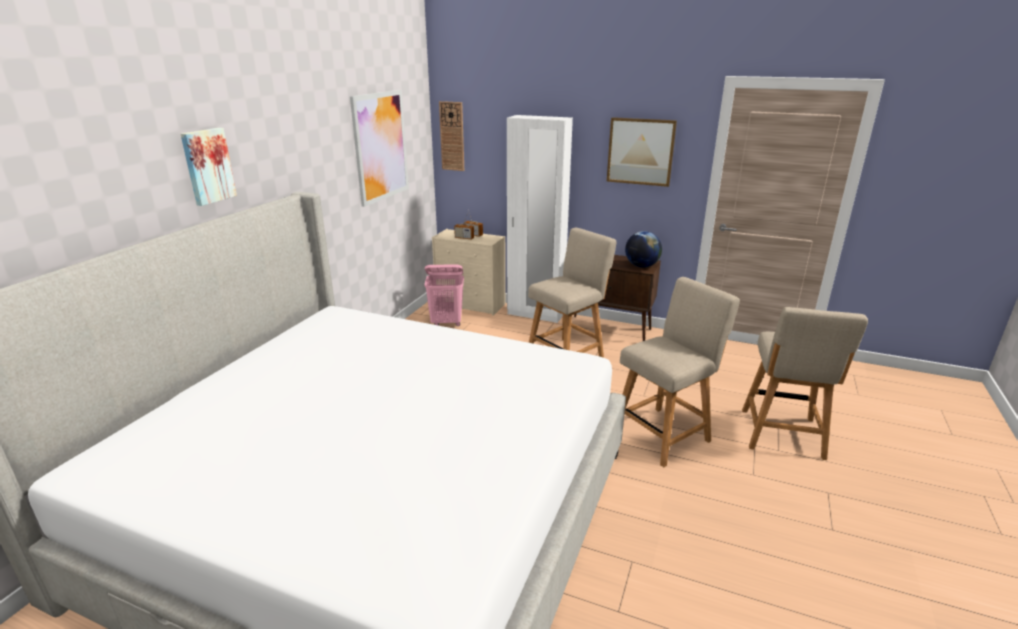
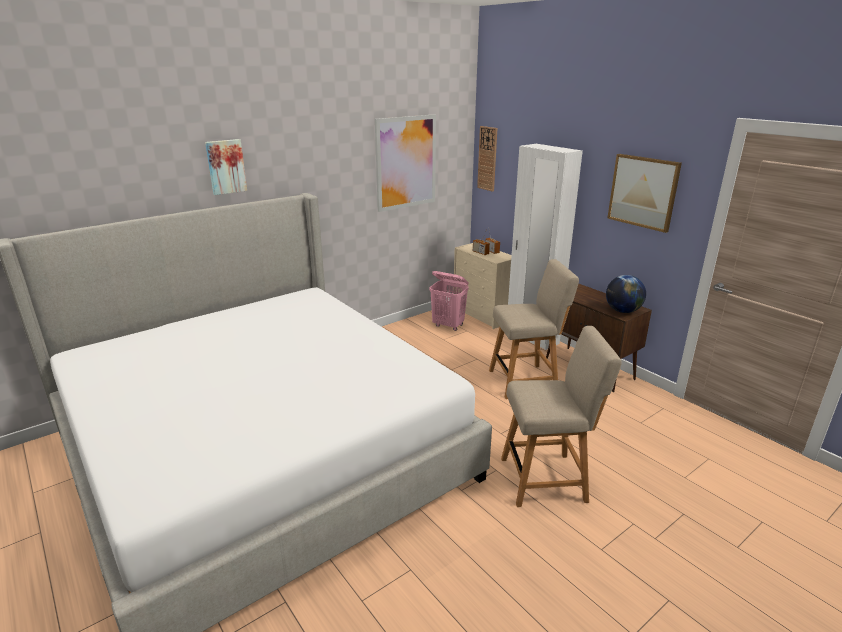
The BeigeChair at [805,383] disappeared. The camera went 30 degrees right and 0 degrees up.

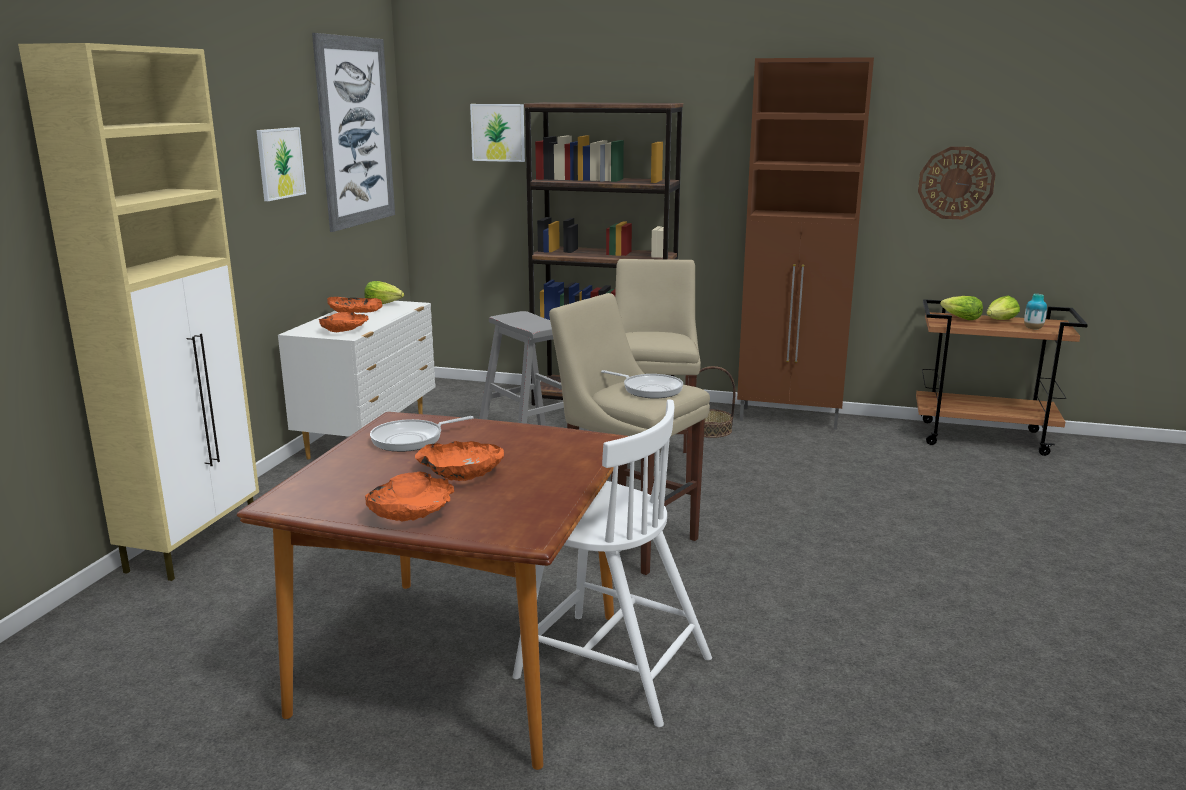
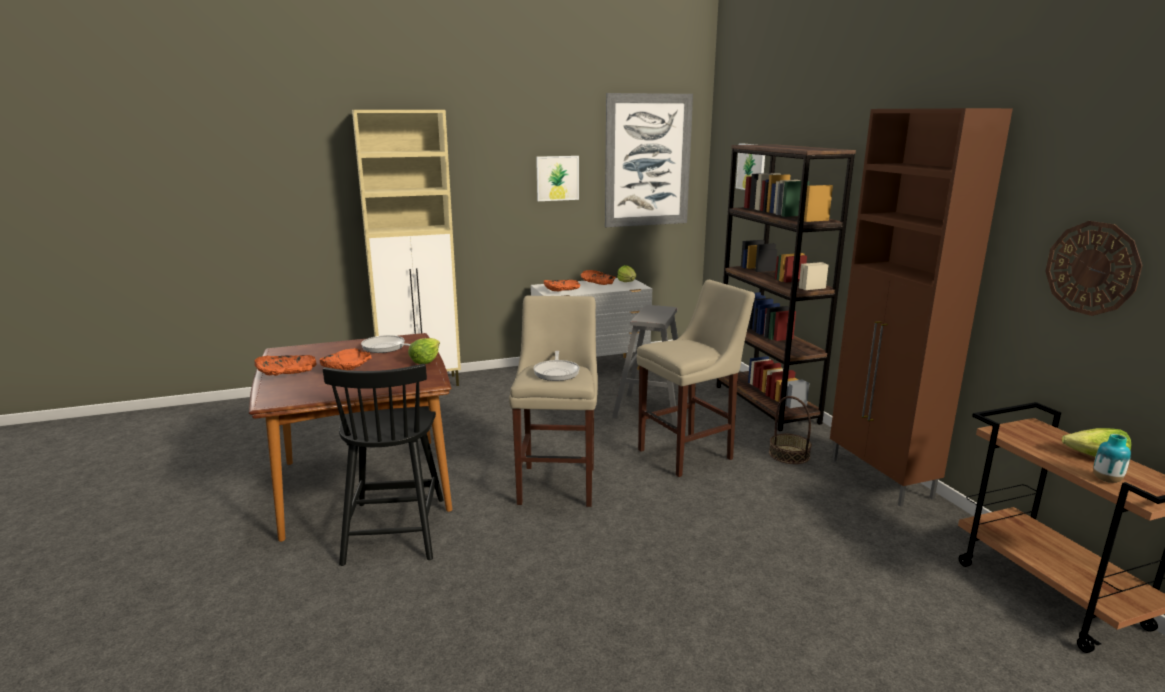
The Lettuce moved from [961,308] to [424,351]. The WhiteChair at [612,563] became the BlackChair at [383,465]. The camera went 55 degrees right and 0 degrees up.

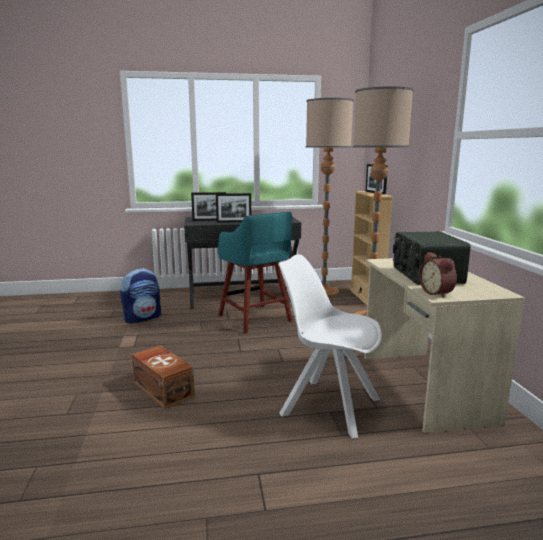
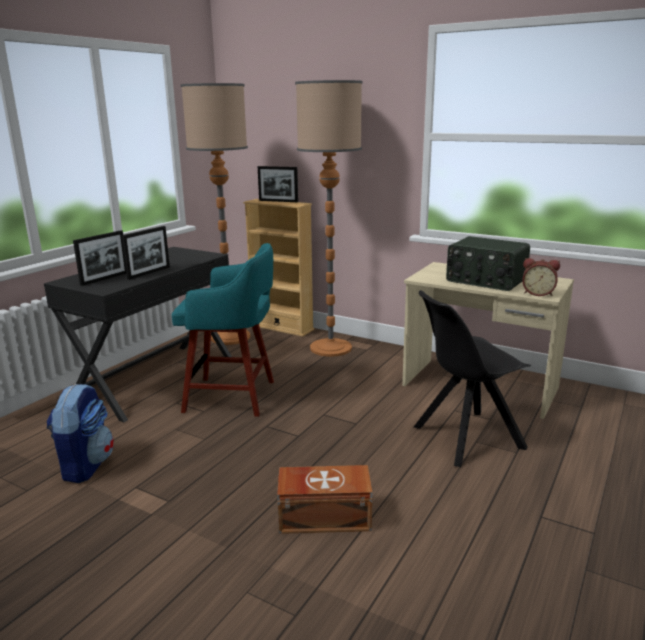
The WhiteChair at [330,346] became the BlackChair at [472,378]. The camera went 50 degrees left and 5 degrees up.

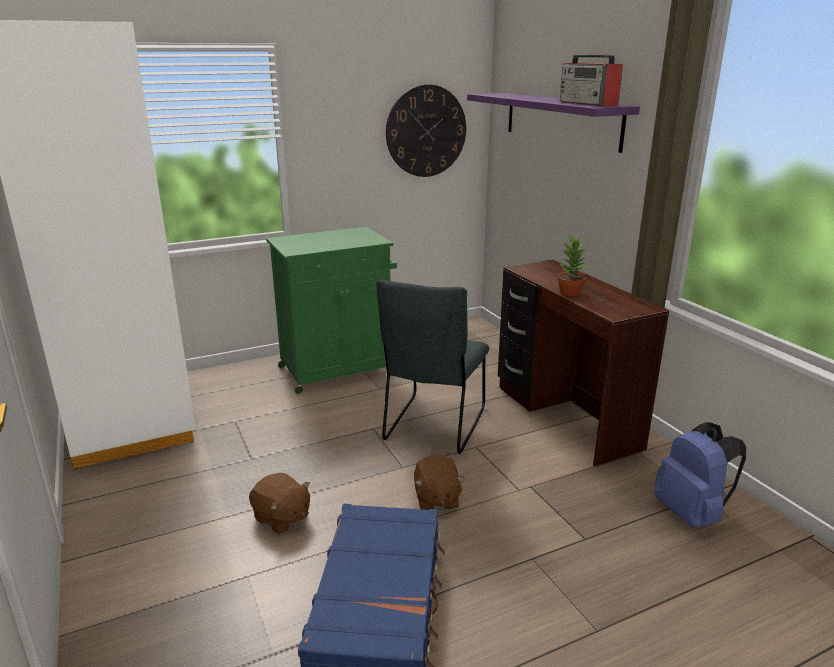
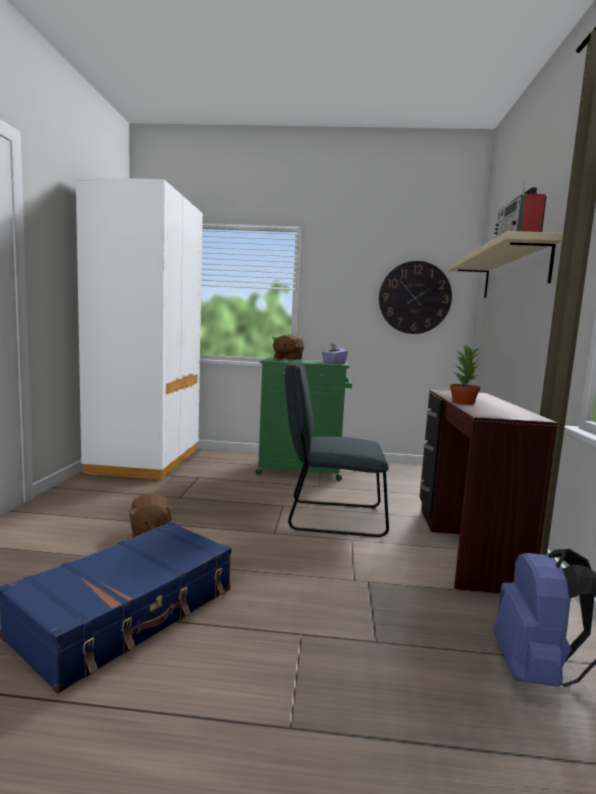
The PurpleTissueBox at [335,353] appeared. The BrownPlushToy moved from [439,482] to [288,347]. The PurpleShelf at [553,123] became the BeigeShelf at [505,264]. The GreyChair at [433,367] turned 45 degrees clockwise. The camera went 30 degrees right and 15 degrees down.

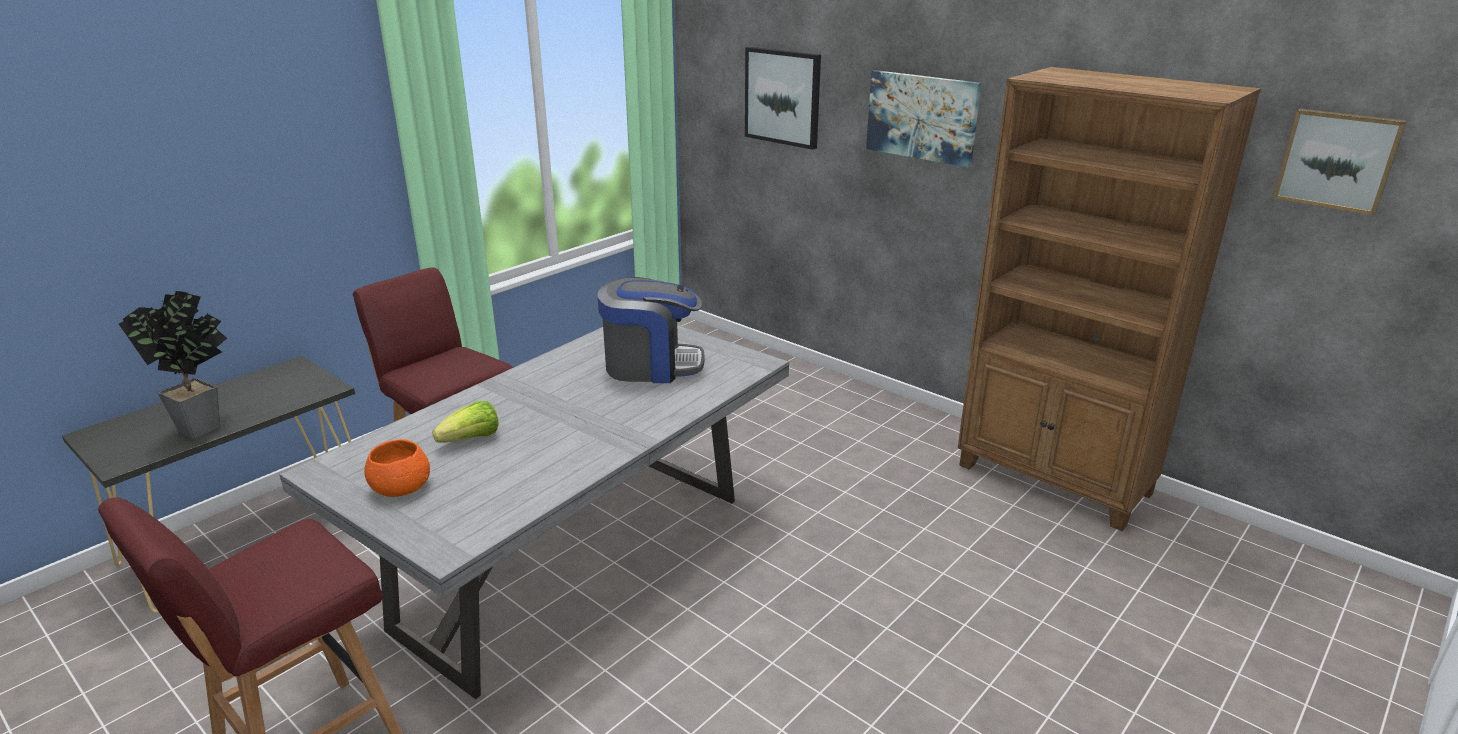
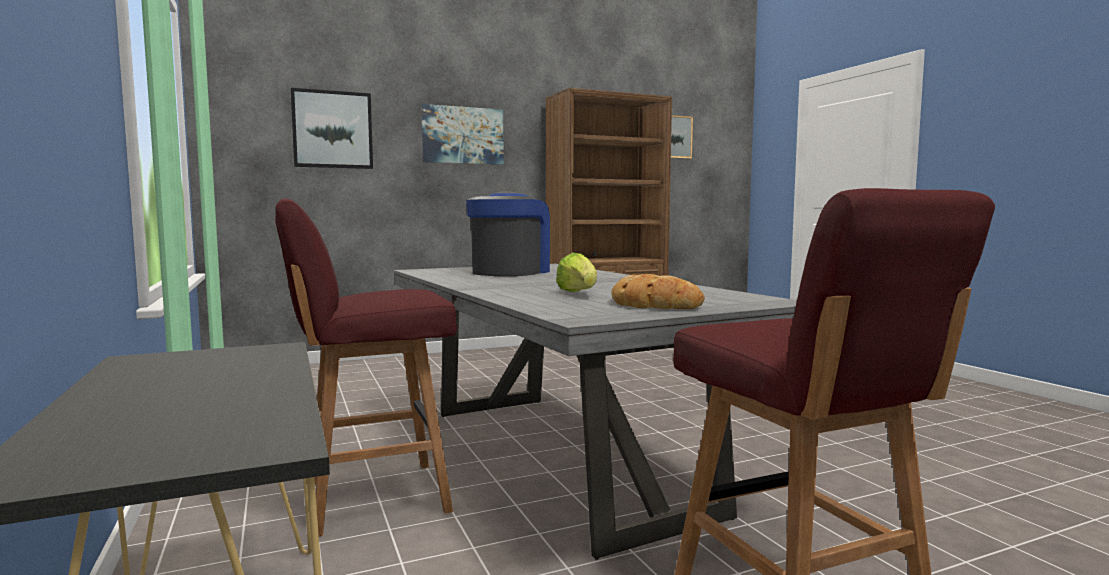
The PottedPlant at [173,365] disappeared. The OrangeBowl at [397,468] was replaced by the Bread at [658,291]. The camera went 65 degrees left and 20 degrees down.

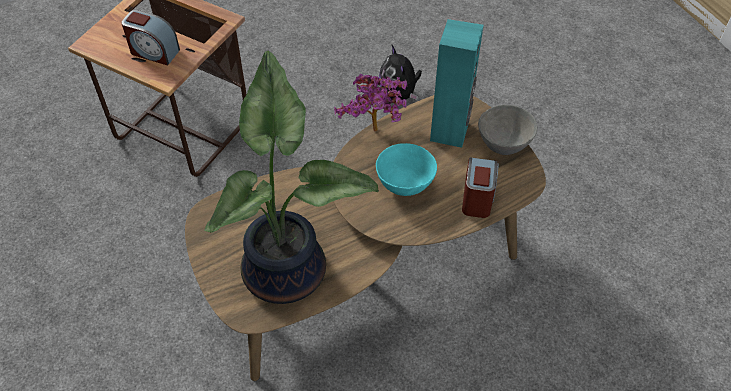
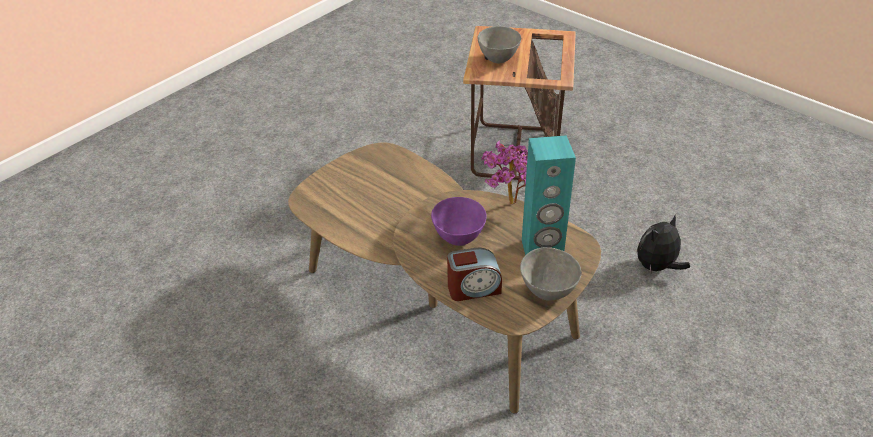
The PottedPlant at [291,177] disappeared. The AlarmClock at [151,38] was replaced by the GreyBowl at [499,45]. The TurquoiseBowl at [406,169] became the PurpleBowl at [459,221]. The camera went 70 degrees right and 10 degrees down.

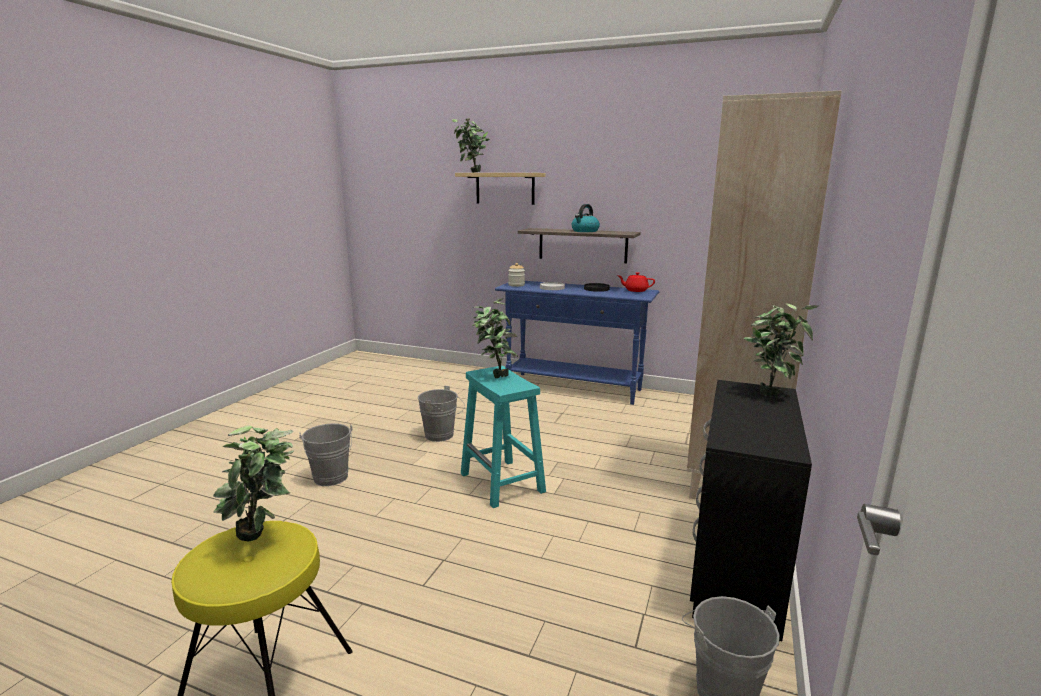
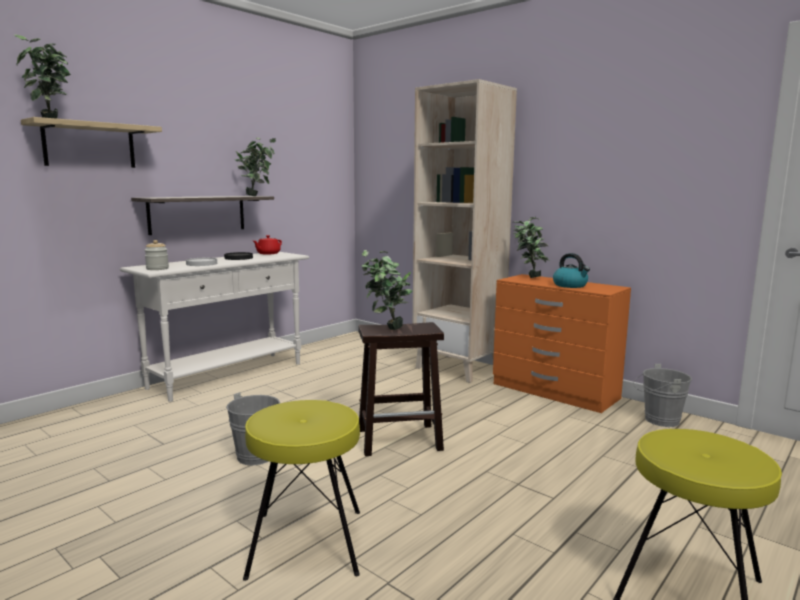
The PottedPlant moved from [253,483] to [255,167]. The Kettle moved from [586,218] to [571,270]. The GreyBucket at [326,454] was replaced by the YellowStool at [301,490]. The TurquoiseStool at [503,437] became the BrownStool at [401,389]. The BlueConsoleTable at [577,343] became the WhiteConsoleTable at [214,327]. The BlackDresser at [751,510] became the OrangeDresser at [562,343]. The camera went 70 degrees left and 5 degrees down.

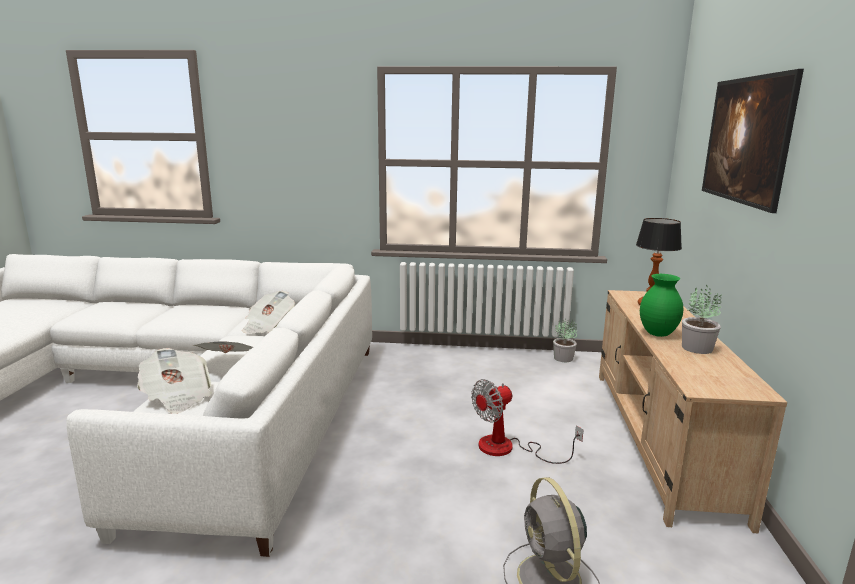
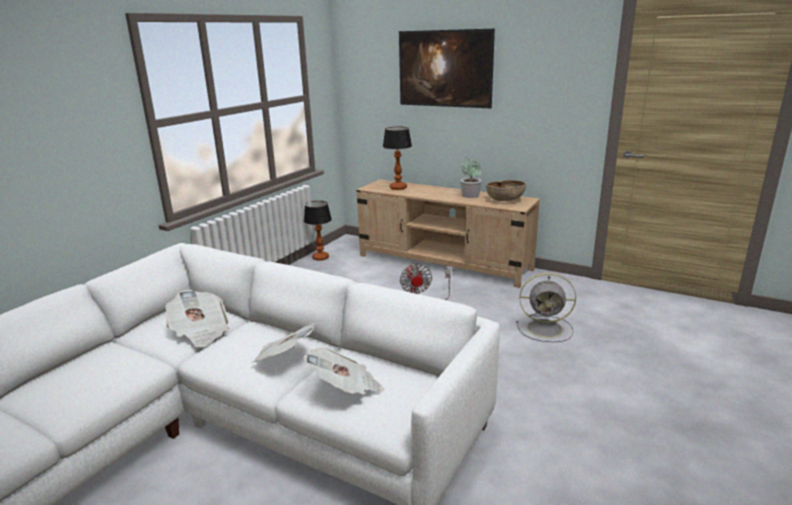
The GreenVase at [661,305] disappeared. The BrownBowl at [506,190] appeared. The PottedPlant at [565,340] was replaced by the TableLamp at [318,231]. The camera went 65 degrees left and 5 degrees up.

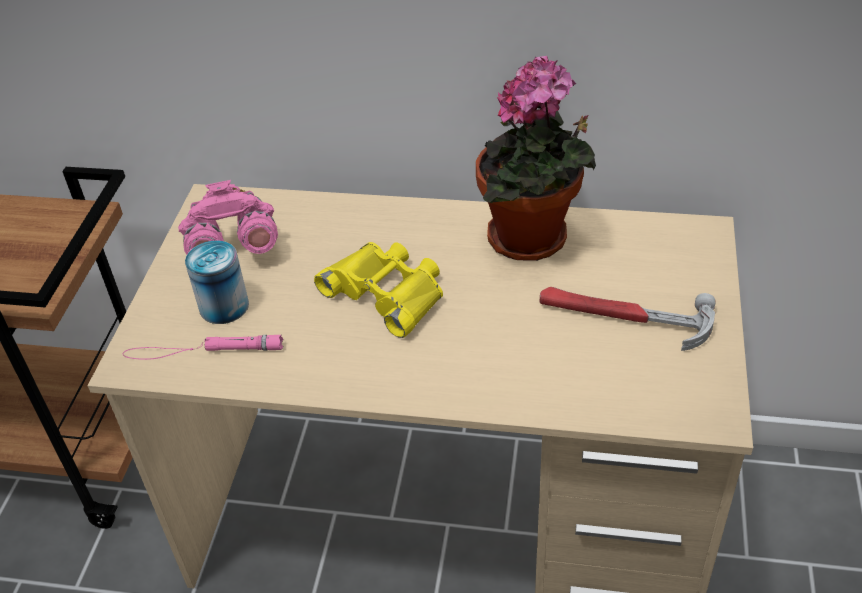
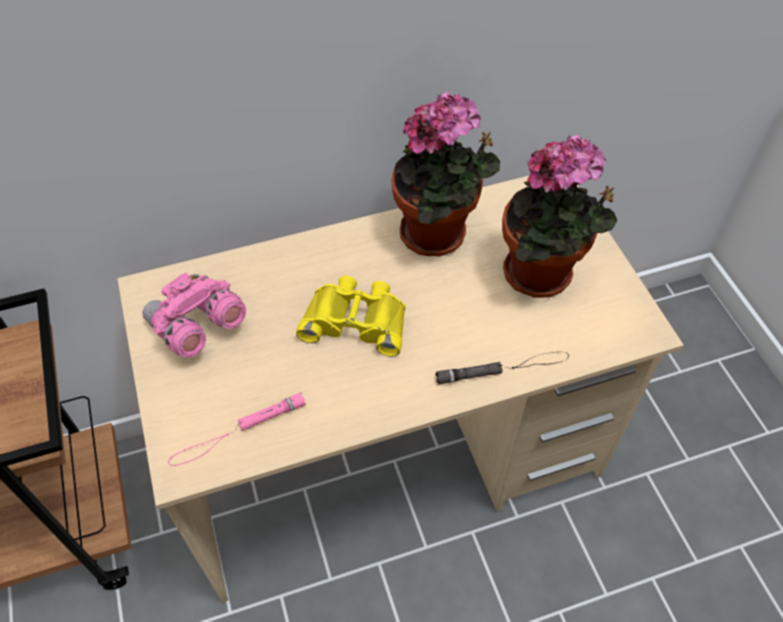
The Can at [217,282] disappeared. The BlackFlashlight at [502,368] appeared. The Hammer at [628,319] was replaced by the PottedPlant at [559,216]. The camera went 30 degrees left and 10 degrees up.

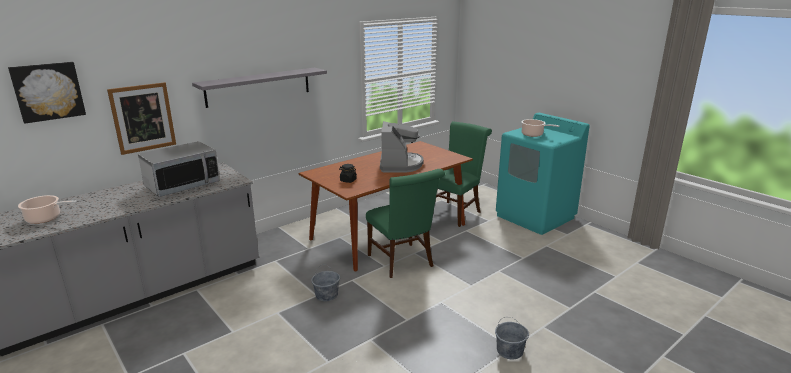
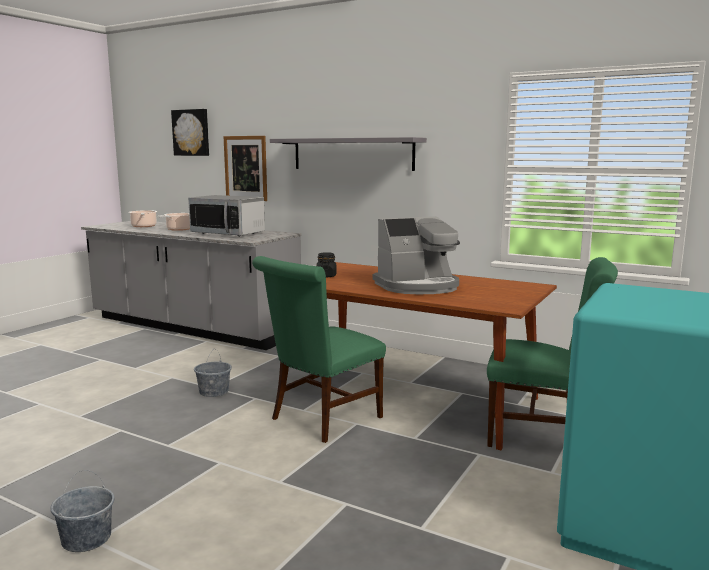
The CookingPot moved from [540,128] to [174,222]. The camera went 70 degrees right and 10 degrees down.

